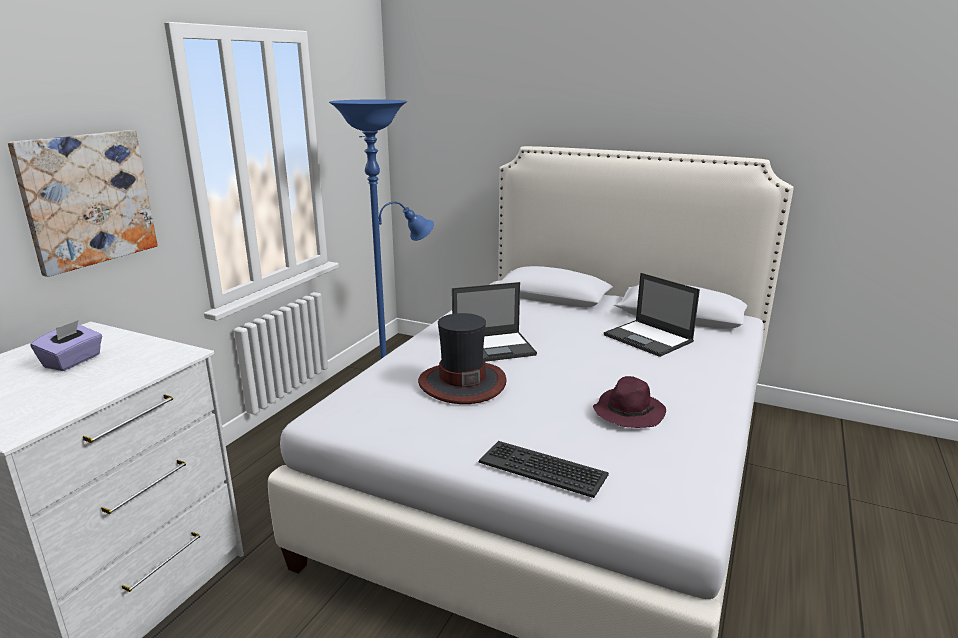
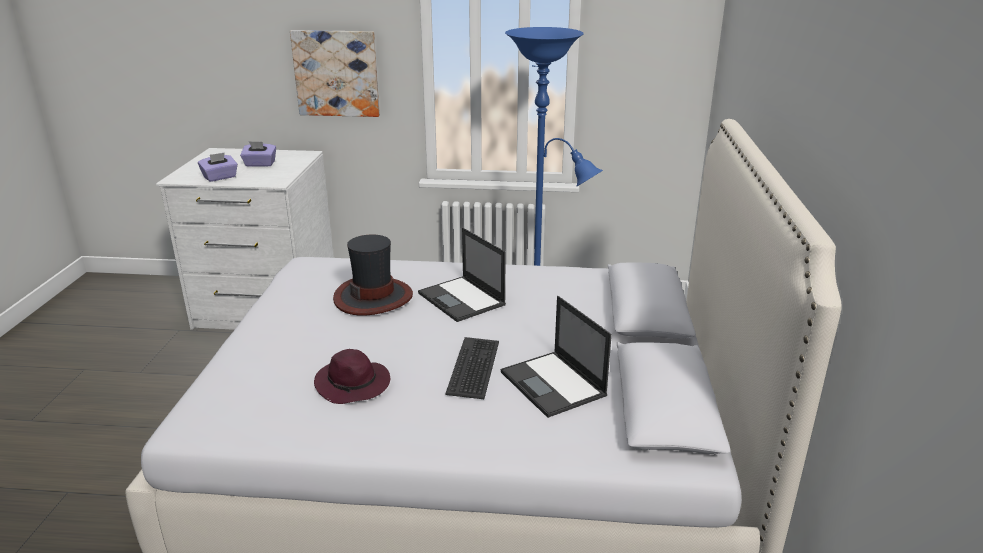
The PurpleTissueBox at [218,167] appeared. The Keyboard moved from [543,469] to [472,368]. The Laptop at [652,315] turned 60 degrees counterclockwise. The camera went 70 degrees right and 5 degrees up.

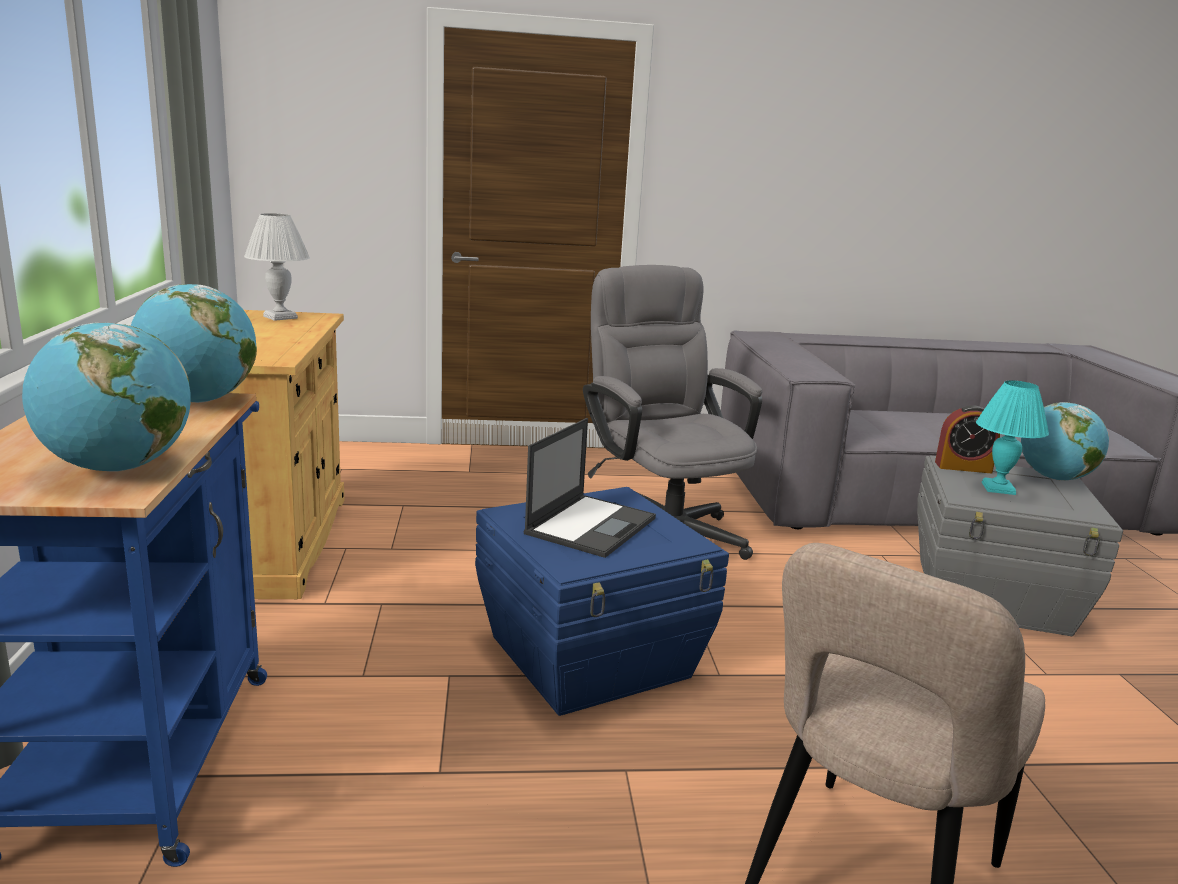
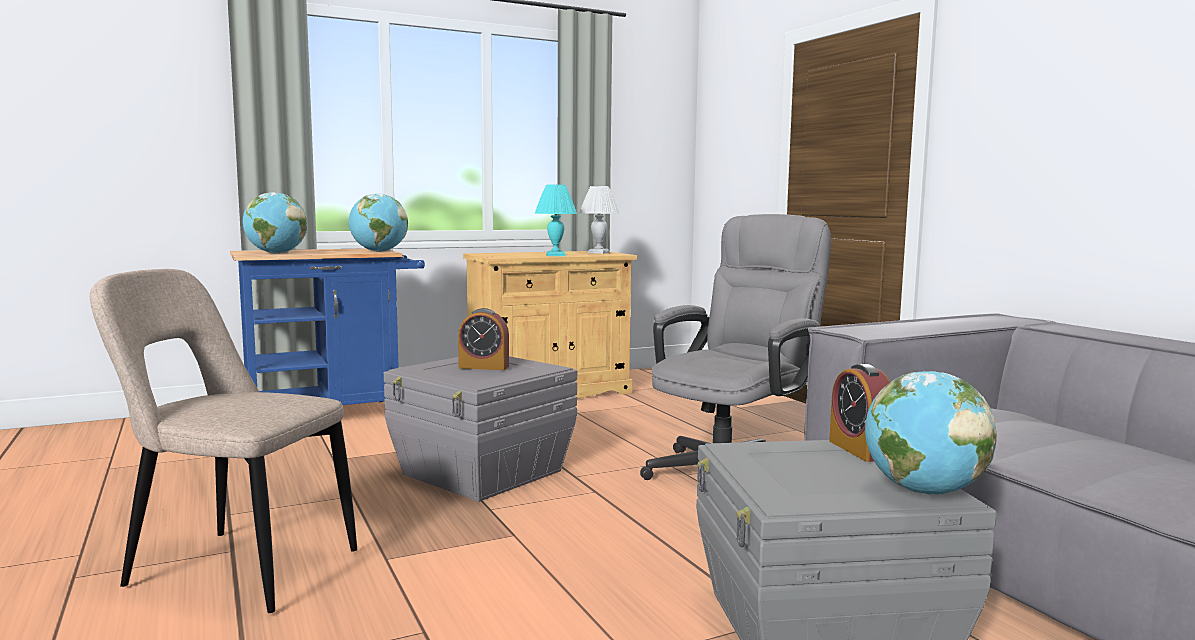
The TurquoiseTableLamp moved from [1012,437] to [556,220]. The Laptop at [590,488] was replaced by the AlarmClock at [483,339]. The BlueStorageBox at [602,601] became the GreyStorageBox at [480,429]. The camera went 70 degrees right and 10 degrees down.

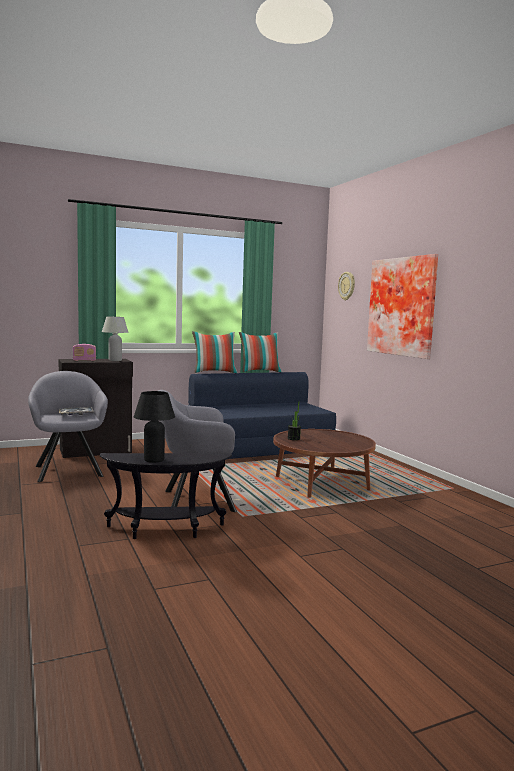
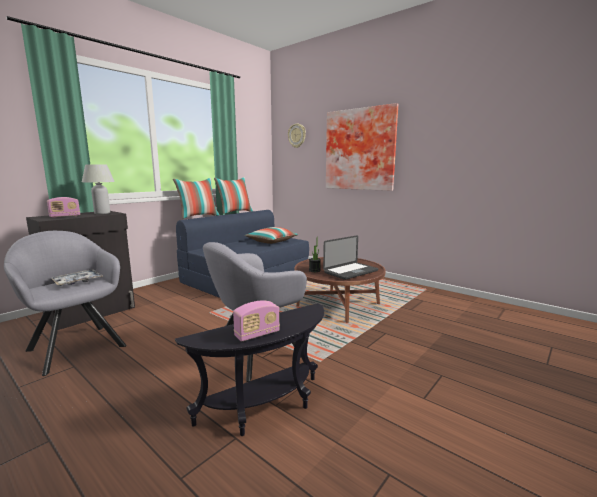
The Pillow at [271,235] appeared. The Laptop at [350,257] appeared. The BlackTableLamp at [154,427] was replaced by the Radio at [256,321]. The camera went 25 degrees left and 5 degrees up.

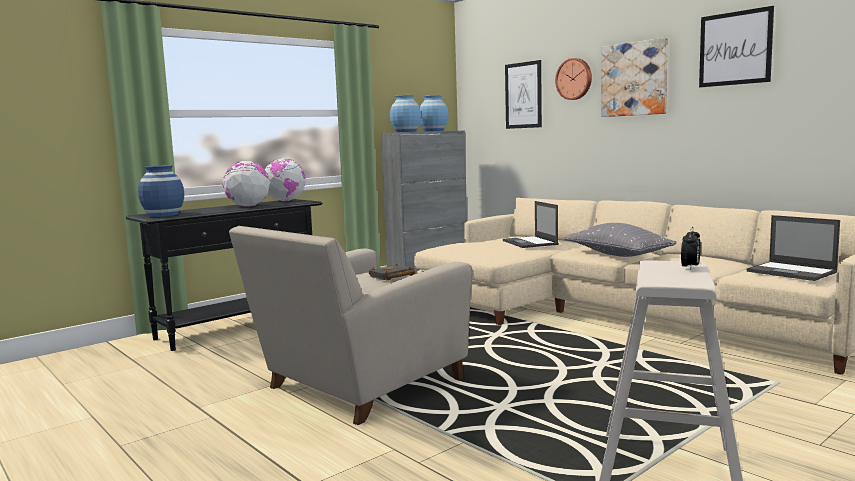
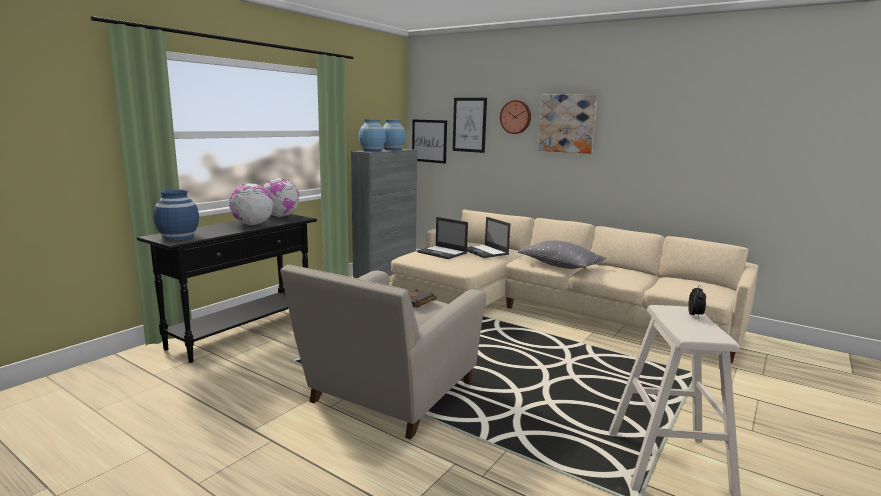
The Picture moved from [736,46] to [429,141]. The Laptop moved from [793,248] to [442,238]. The camera went 15 degrees left and 5 degrees up.

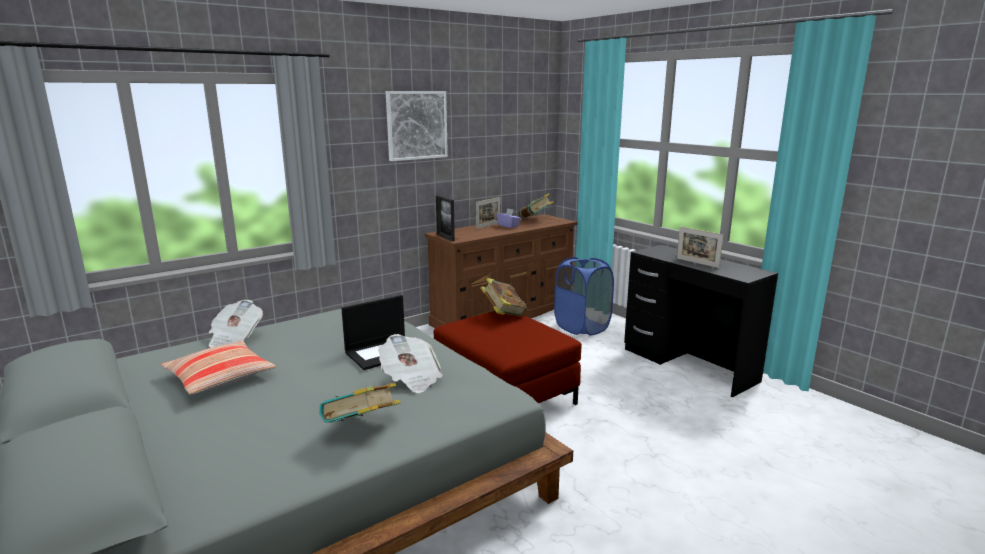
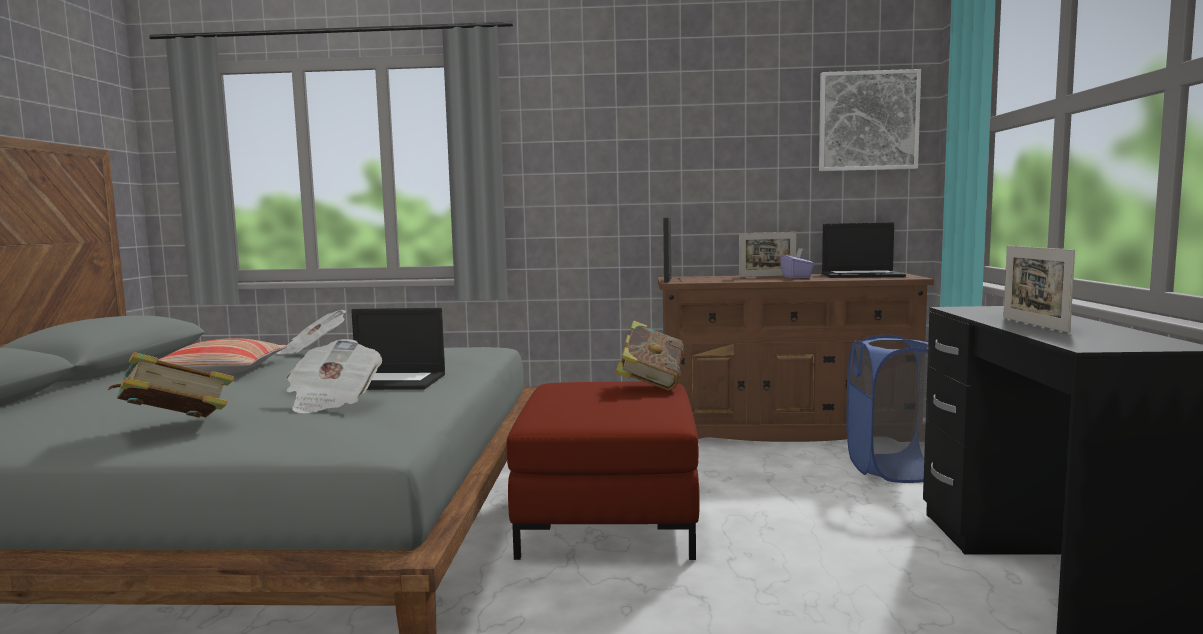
The Picture moved from [417,126] to [870,120]. The Book at [536,206] was replaced by the Laptop at [864,250]. The camera went 40 degrees right and 10 degrees down.

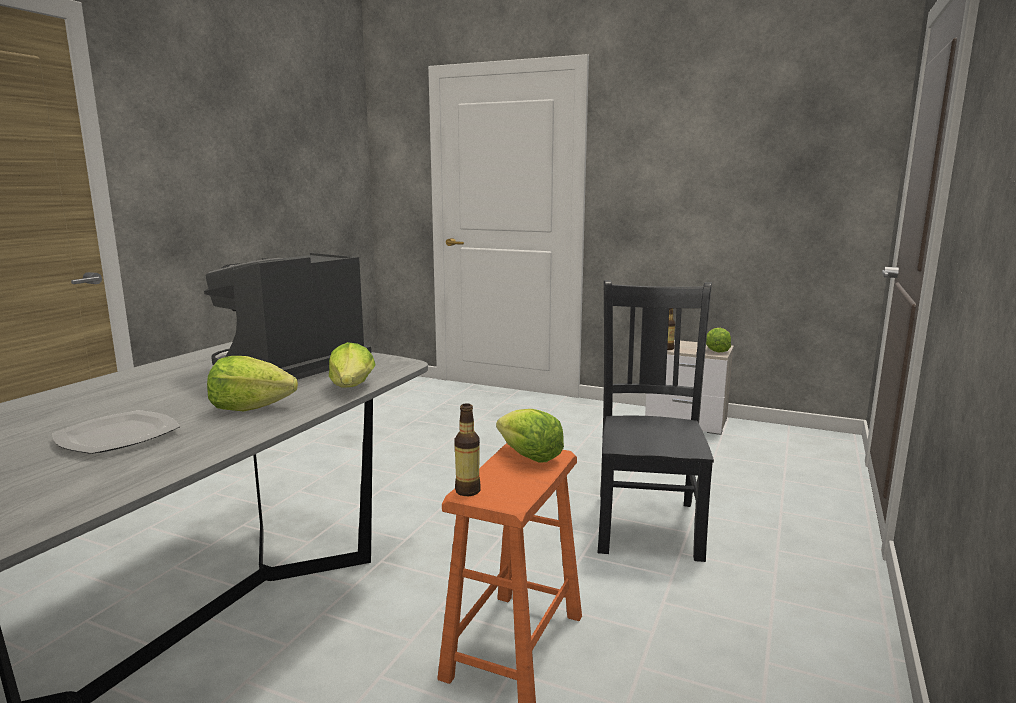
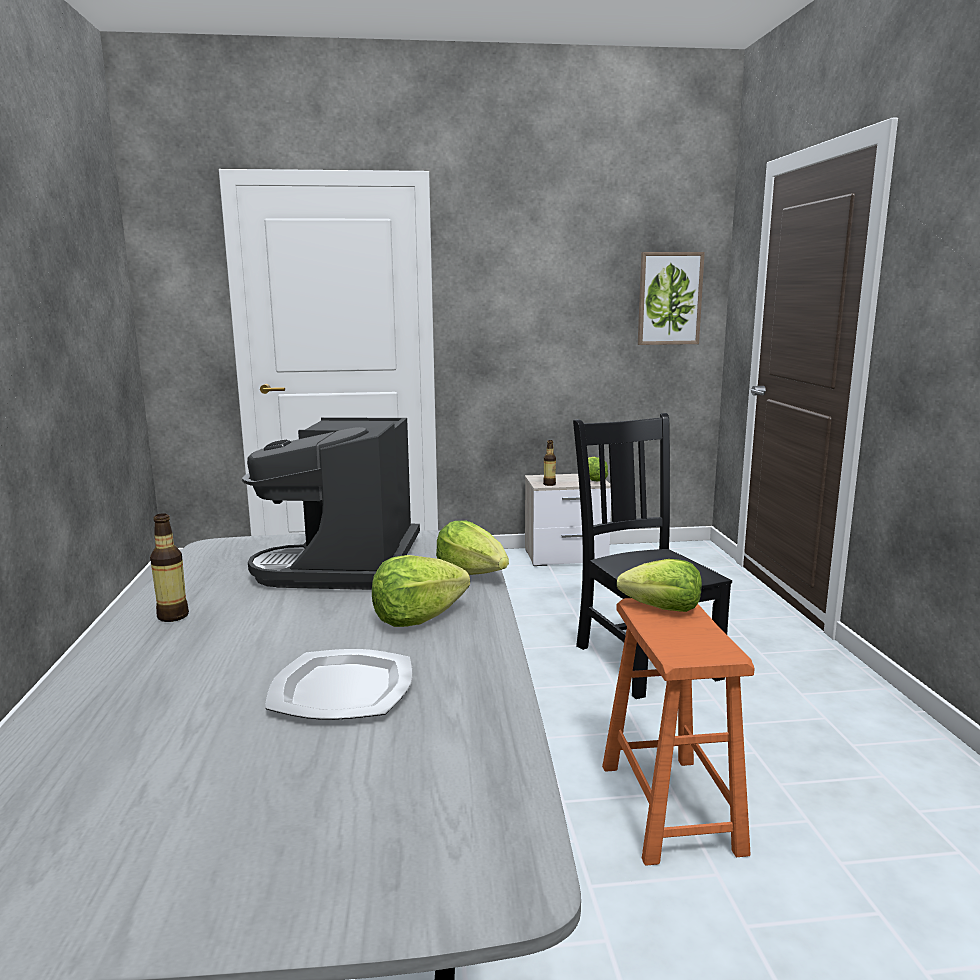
The Picture at [671,298] appeared. The Bottle moved from [467,449] to [169,567]. The camera went 30 degrees left and 0 degrees up.

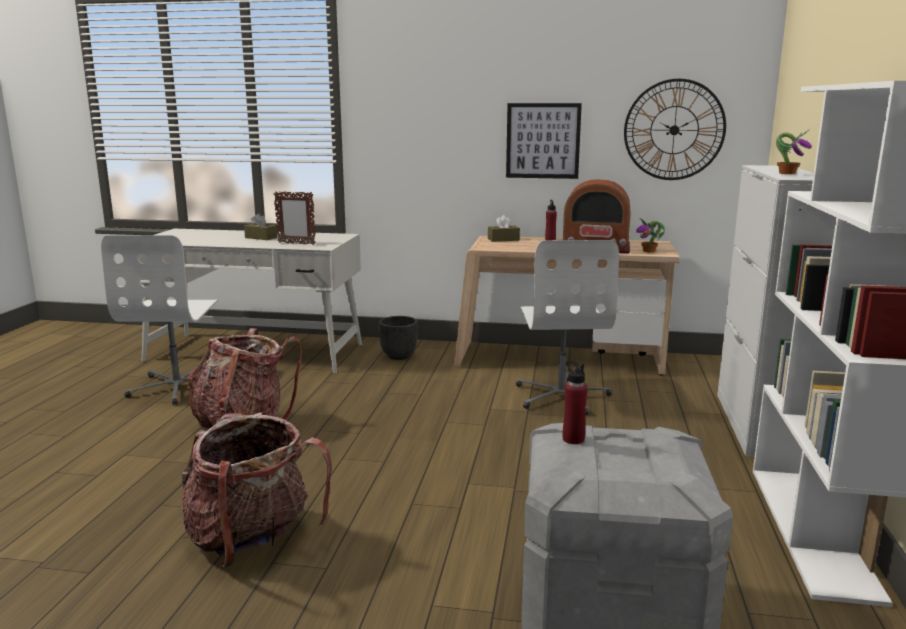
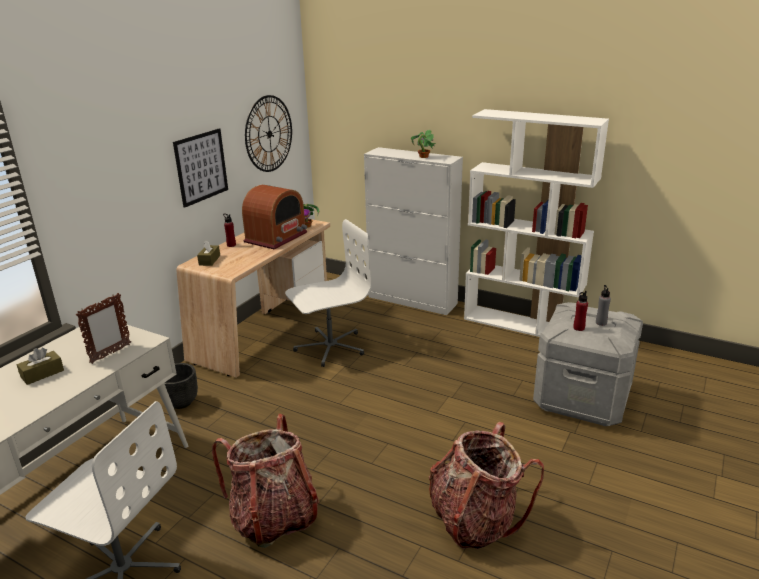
The GreyBottle at [603,305] appeared. The WhiteOfficeChair at [567,327] turned 45 degrees counterclockwise. The camera went 70 degrees left and 10 degrees up.

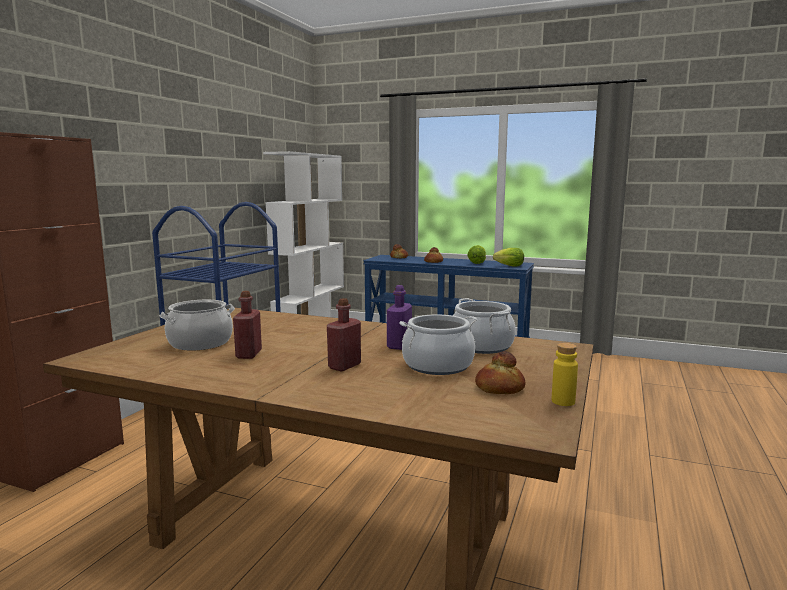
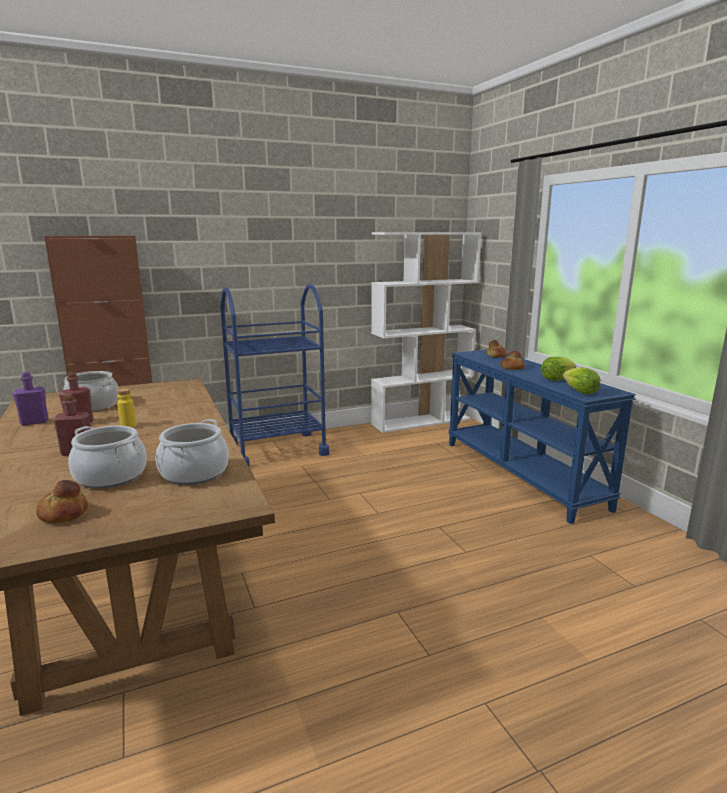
The PurpleBottle moved from [399,317] to [31,399]. The YellowBottle moved from [565,374] to [126,408]. The camera went 45 degrees right and 5 degrees up.

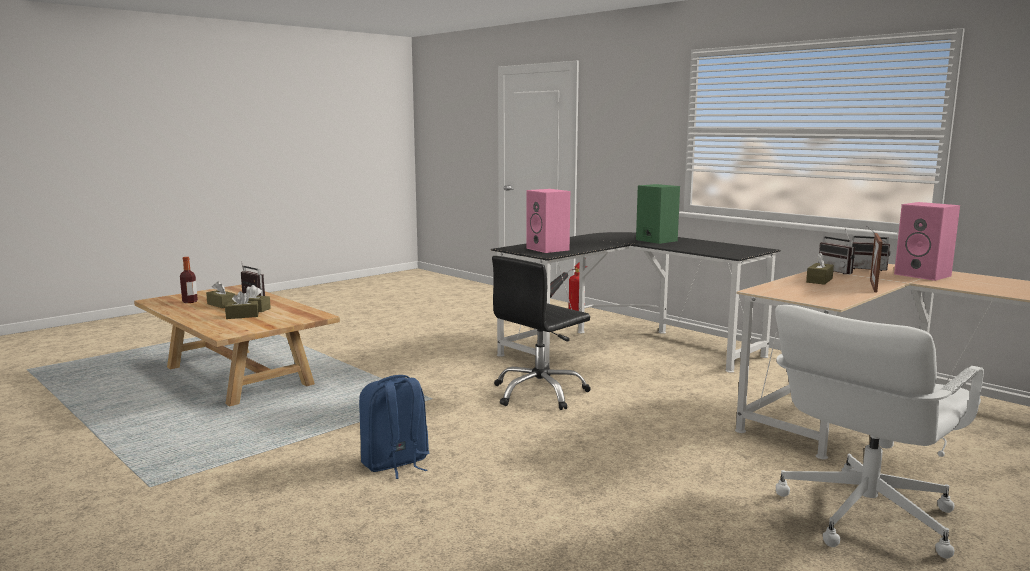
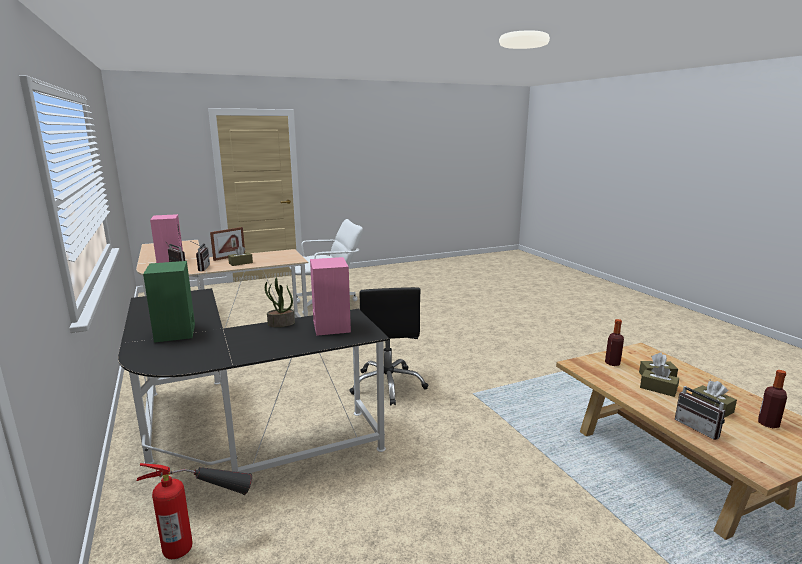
The BlueBackpack at [394,427] disappeared. The PottedPlant at [280,302] appeared. The Bottle at [614,342] appeared. The BlackOfficeChair at [541,333] turned 105 degrees clockwise. The camera went 160 degrees left and 5 degrees up.

